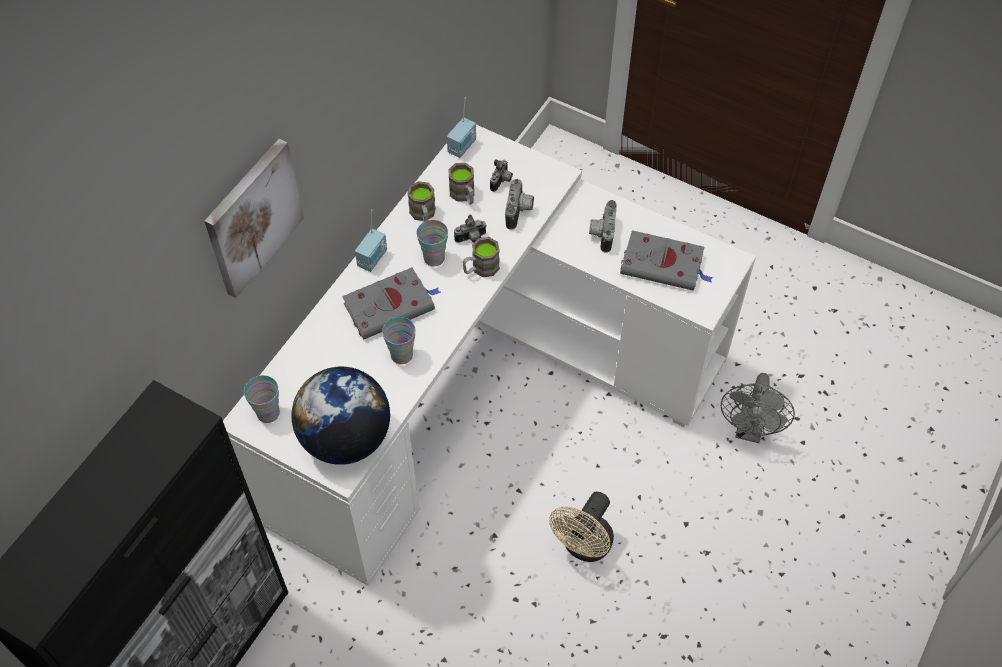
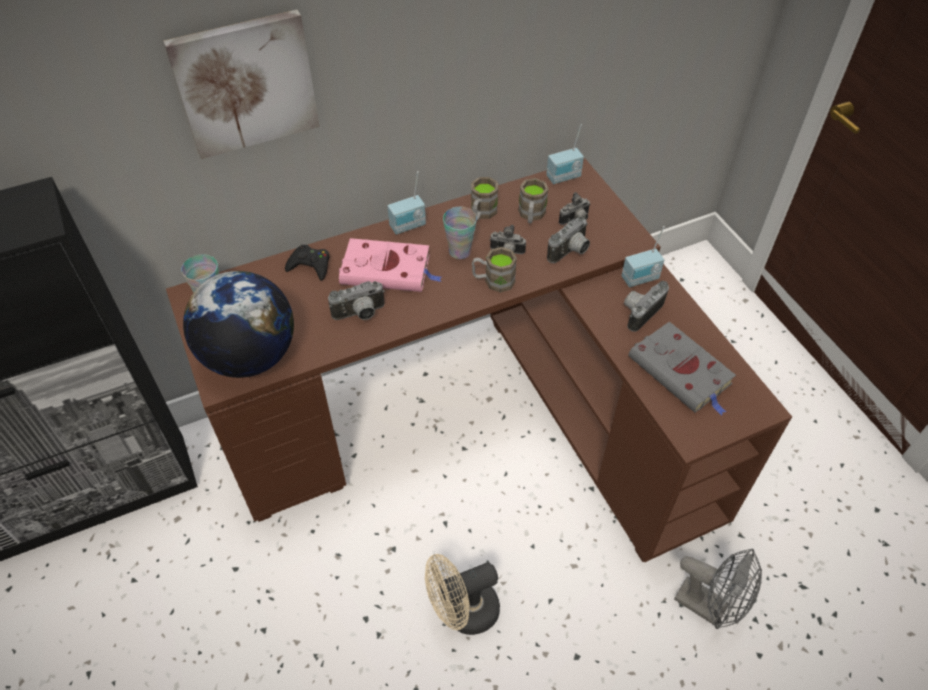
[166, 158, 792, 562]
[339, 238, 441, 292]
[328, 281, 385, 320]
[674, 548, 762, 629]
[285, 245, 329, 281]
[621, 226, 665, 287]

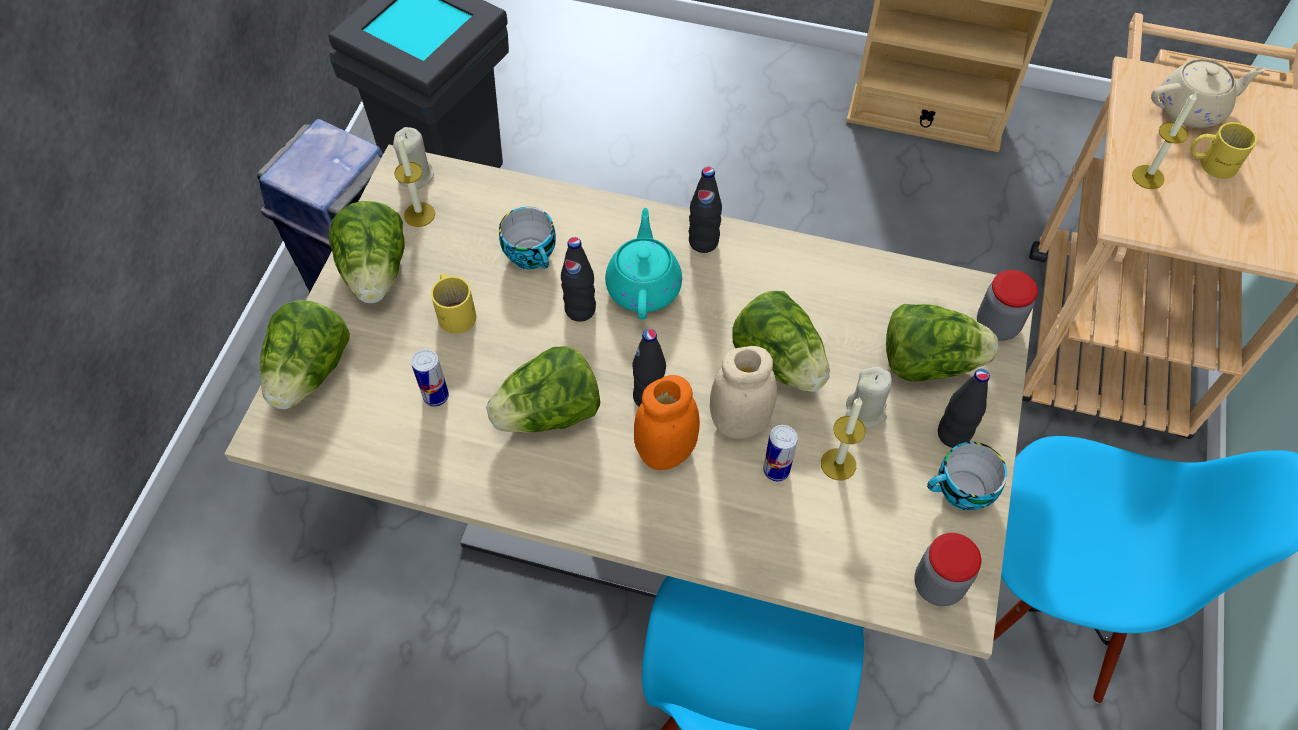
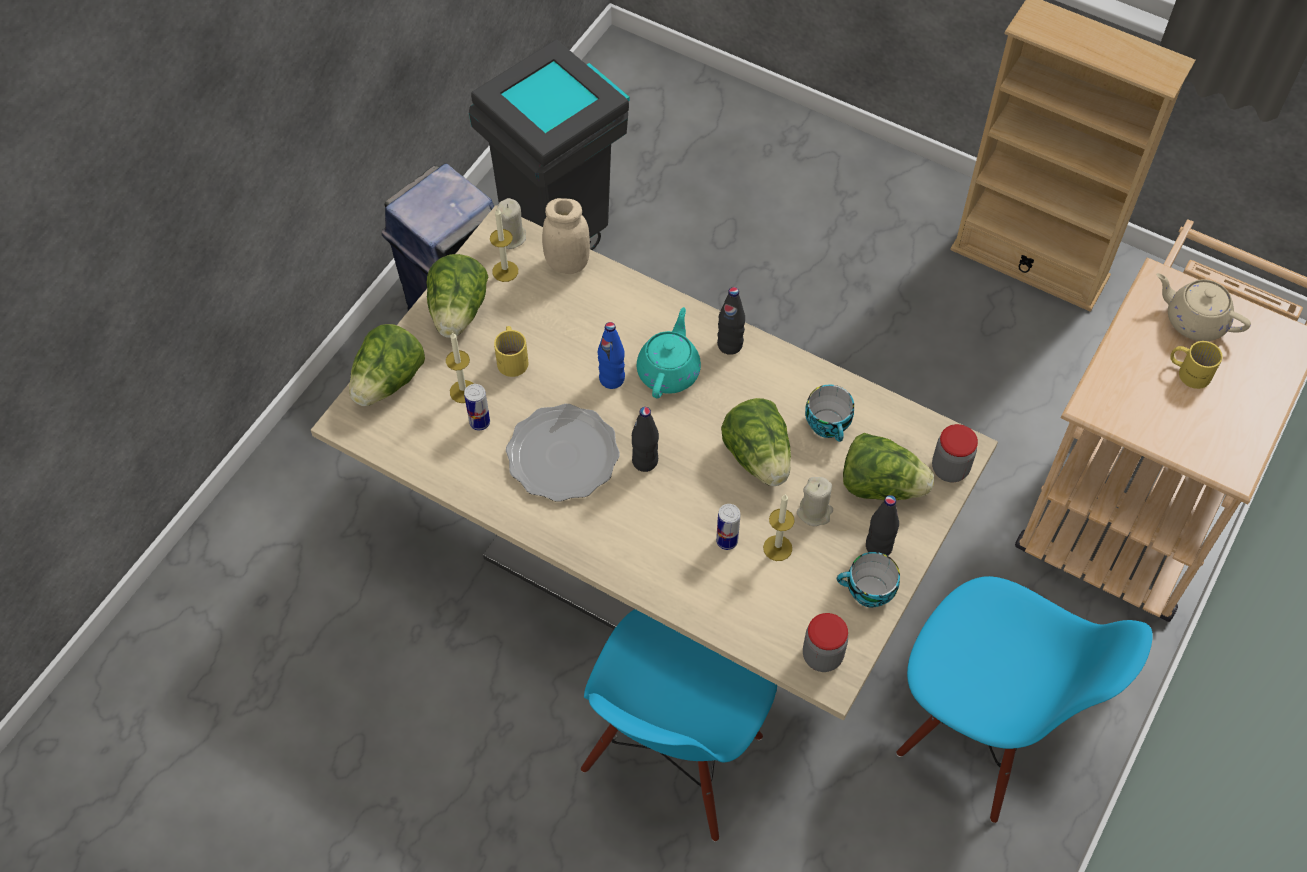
[506, 404, 620, 502]
[805, 384, 854, 442]
[598, 322, 625, 389]
[634, 375, 700, 470] (first image)
[542, 198, 590, 274]
[446, 333, 474, 403]
[1156, 273, 1251, 341]

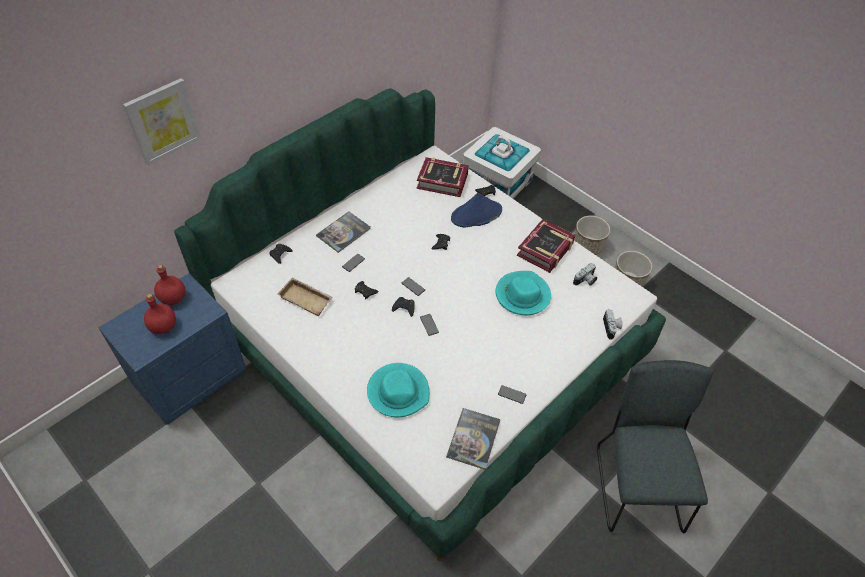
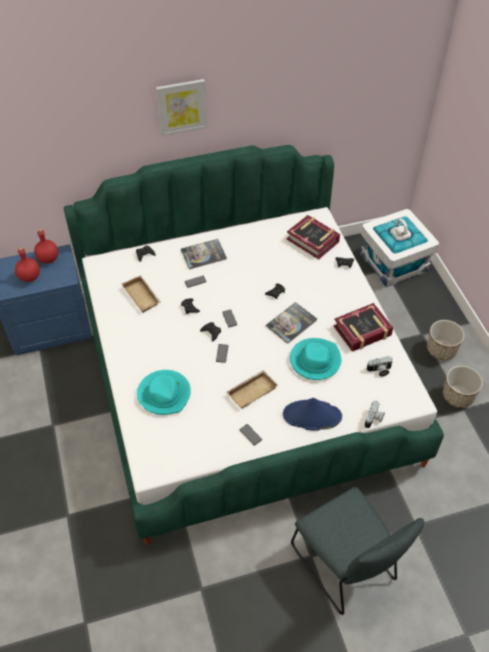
[156, 79, 207, 136]
[266, 302, 317, 344]
[283, 398, 342, 431]
[291, 487, 424, 615]
[227, 370, 278, 409]

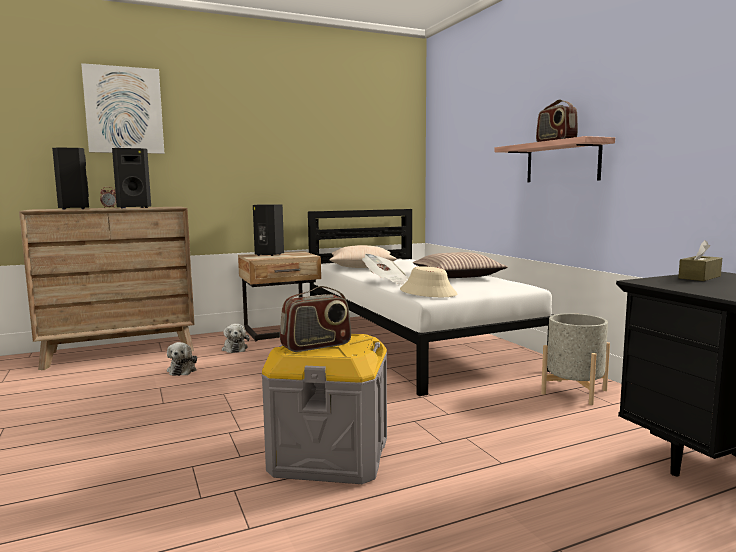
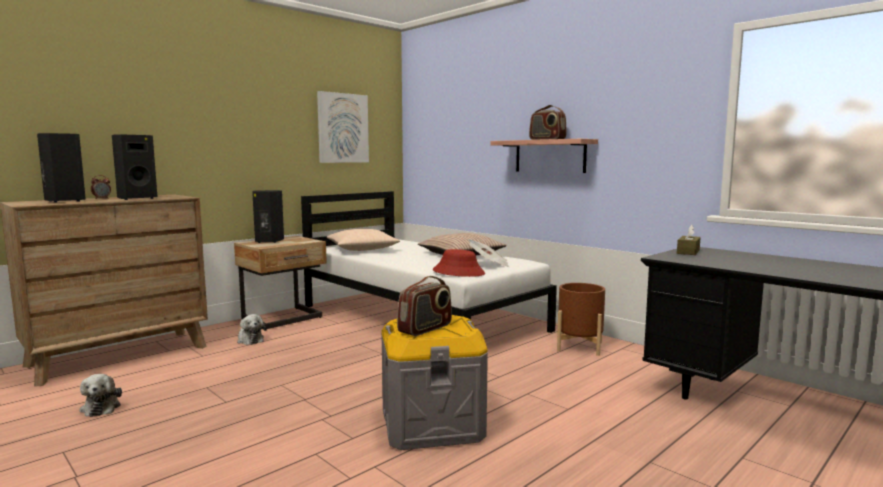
[317, 91, 369, 163]
[79, 374, 122, 417]
[467, 239, 509, 267]
[433, 249, 485, 277]
[557, 283, 605, 356]

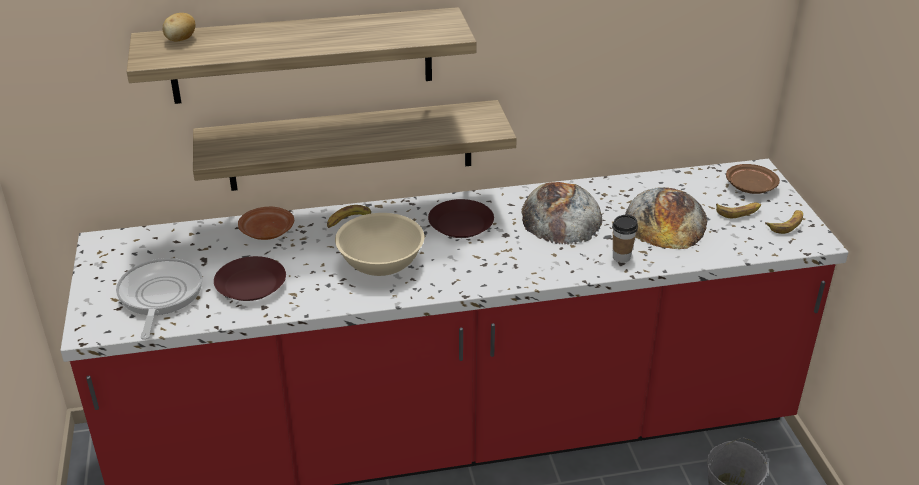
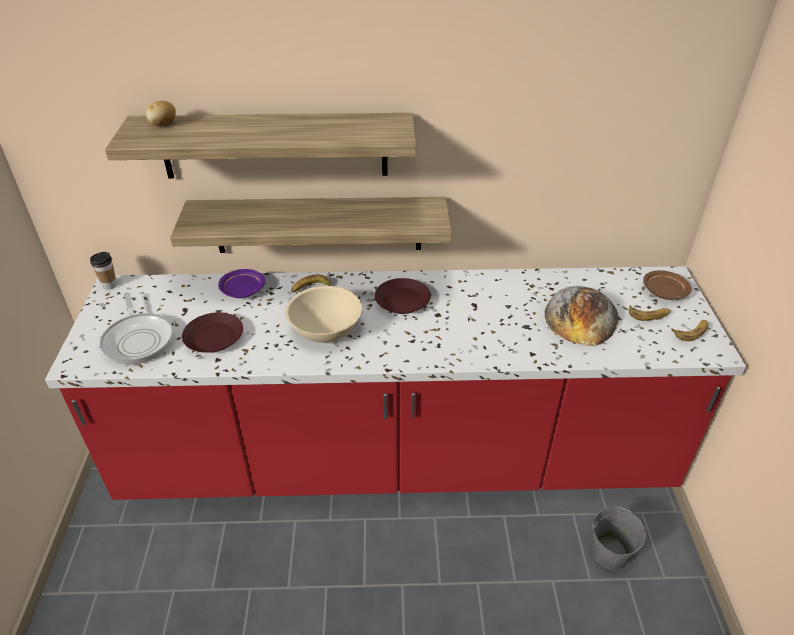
[100, 292, 173, 365]
[218, 269, 265, 298]
[522, 182, 602, 245] (first image)
[90, 252, 117, 290]

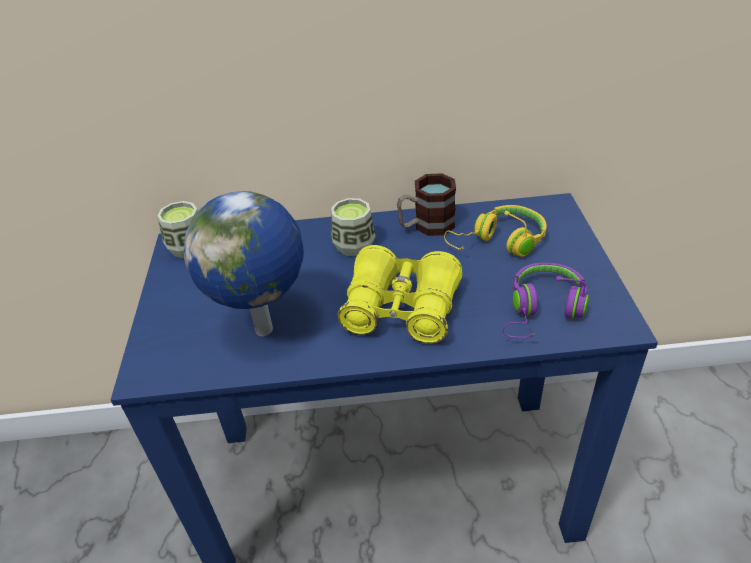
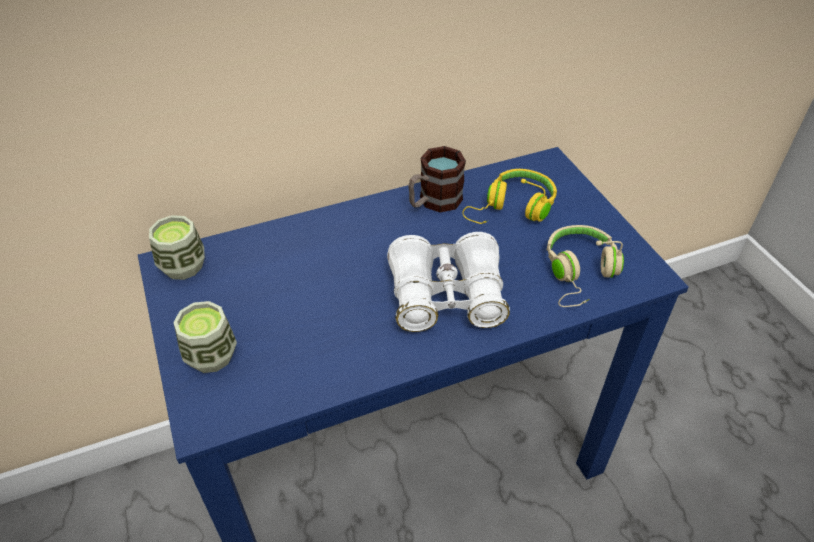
[184, 191, 304, 336] (first image)
[173, 301, 237, 373]
[387, 232, 510, 332]
[547, 225, 624, 307]

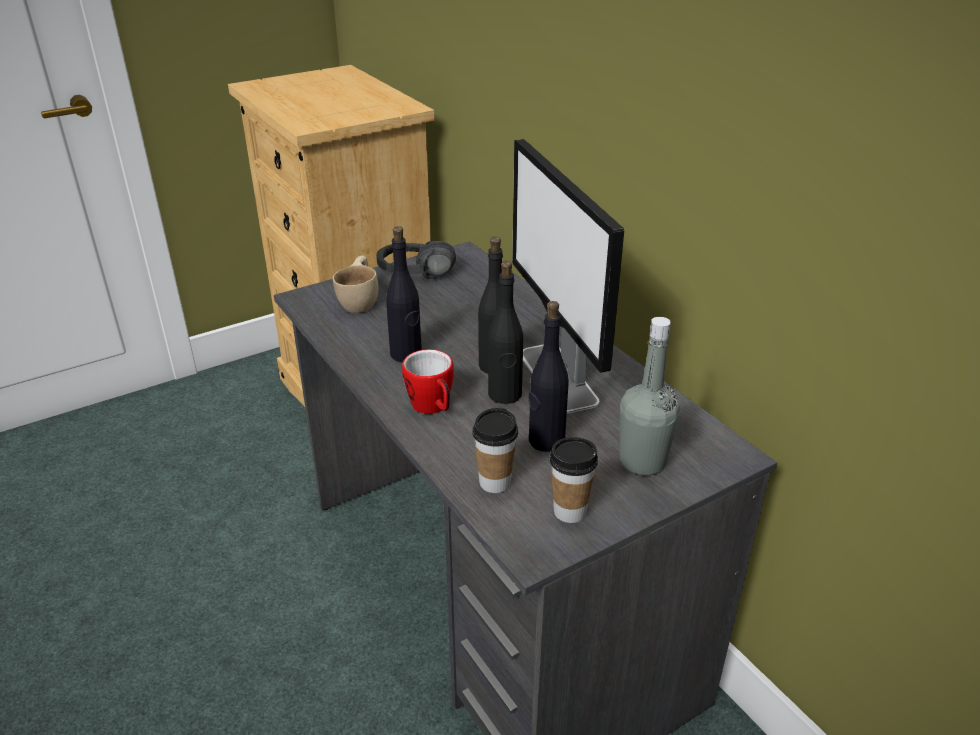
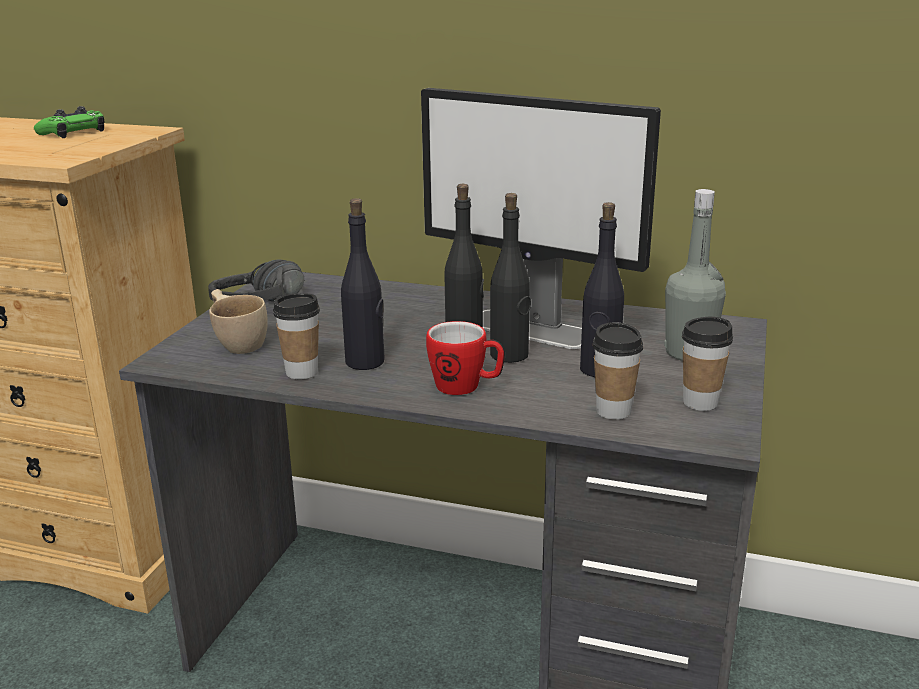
[34, 106, 104, 138]
[273, 293, 320, 379]

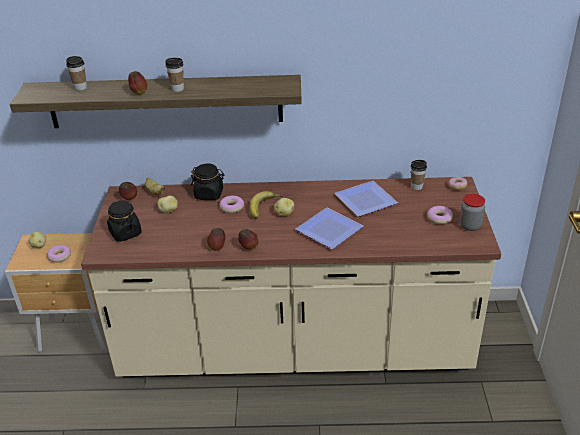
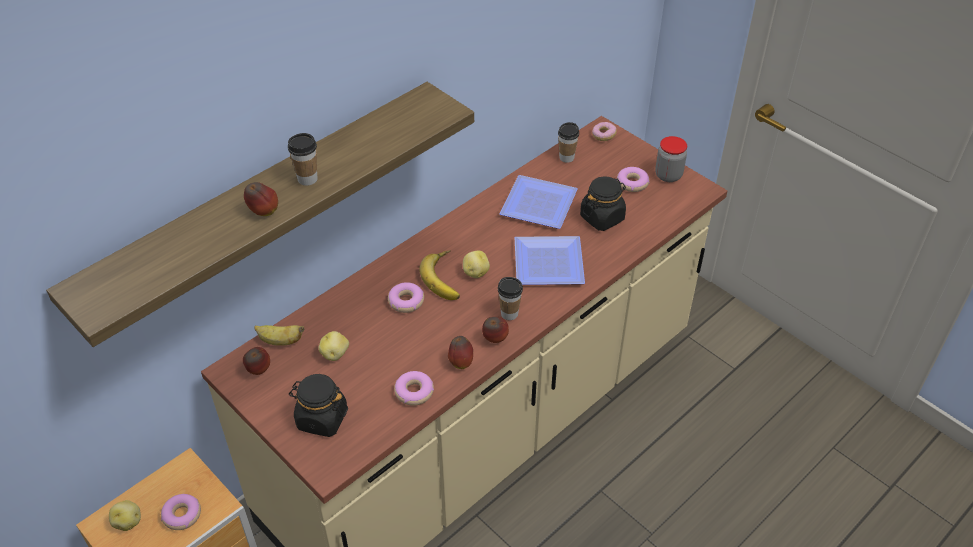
[498, 277, 523, 320]
[580, 176, 626, 231]
[394, 371, 434, 406]

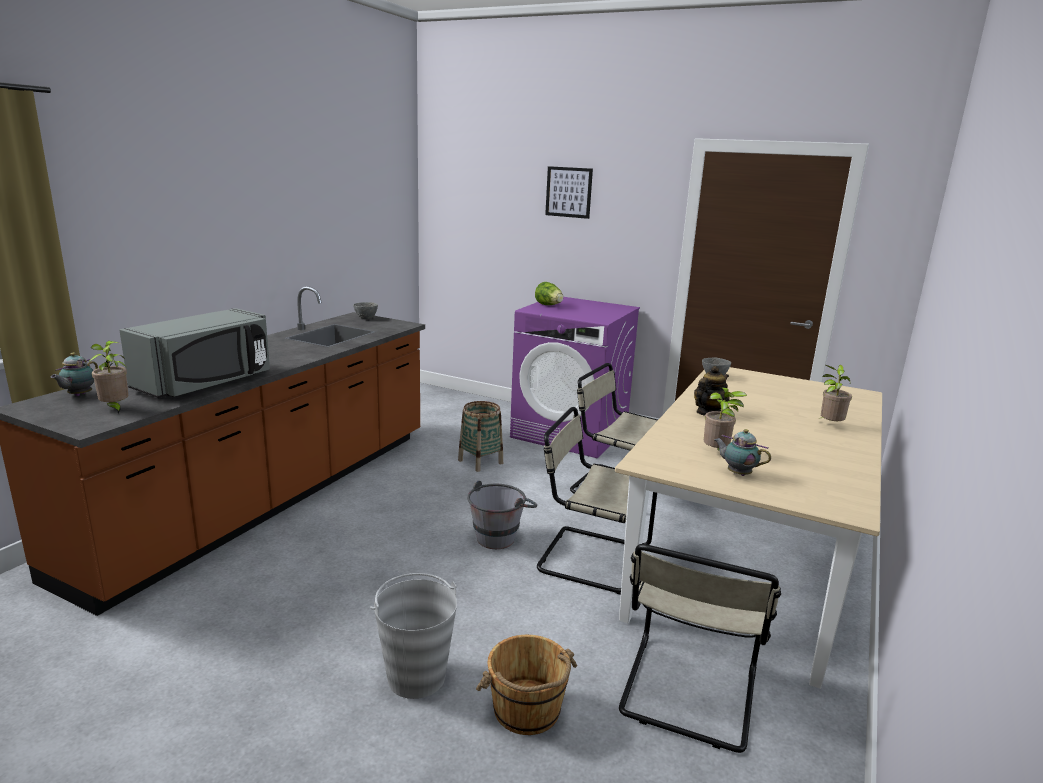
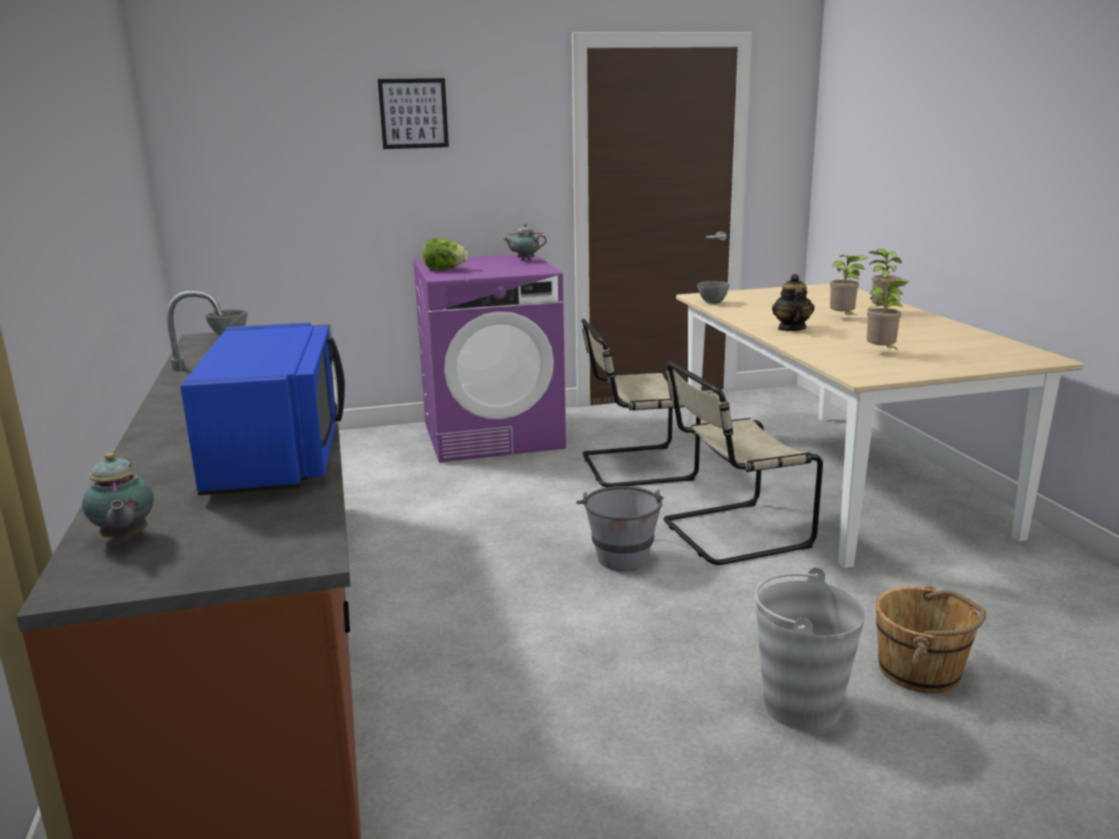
[830, 255, 868, 317]
[180, 322, 345, 496]
[458, 401, 503, 472] (first image)
[619, 544, 781, 753] (first image)
[503, 224, 547, 261]

